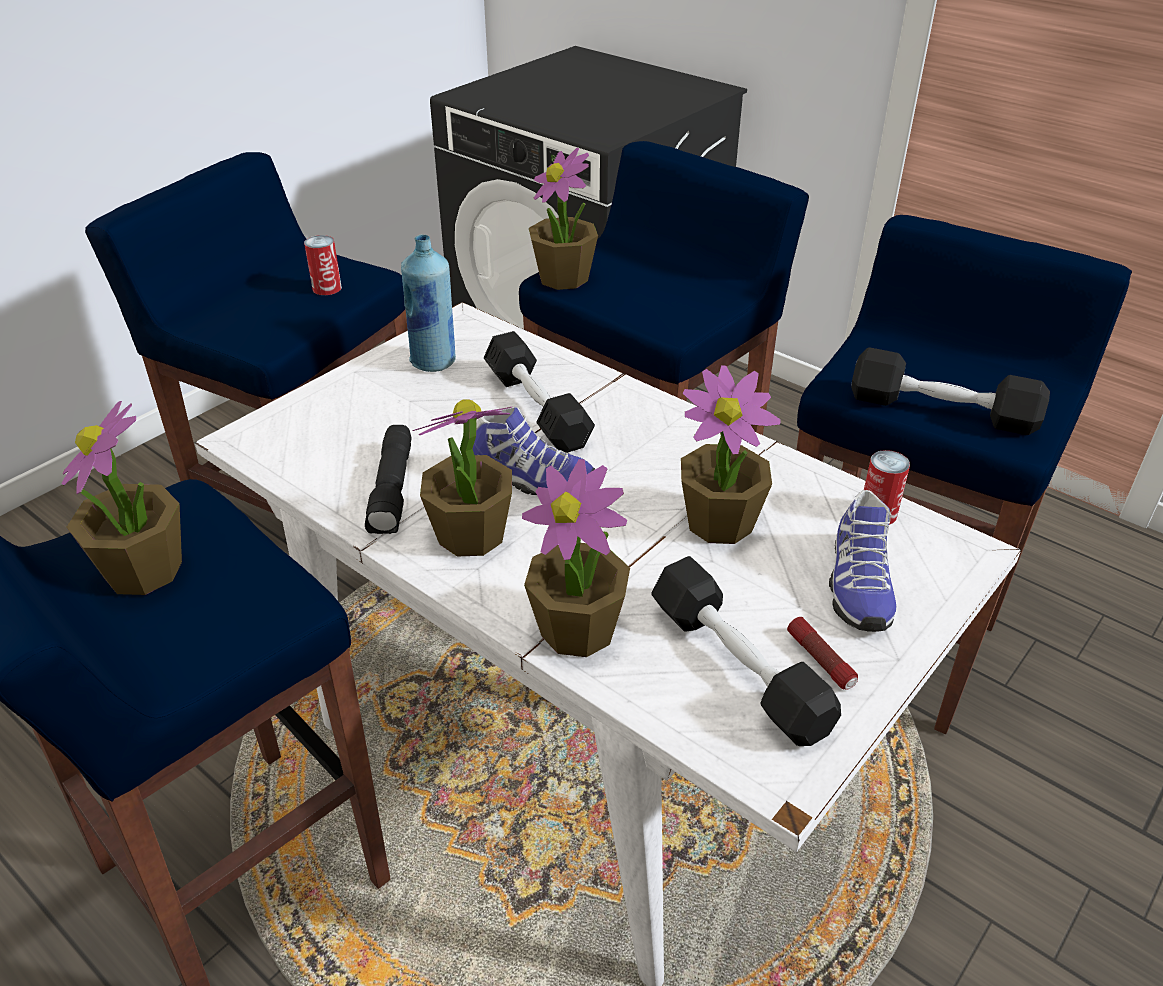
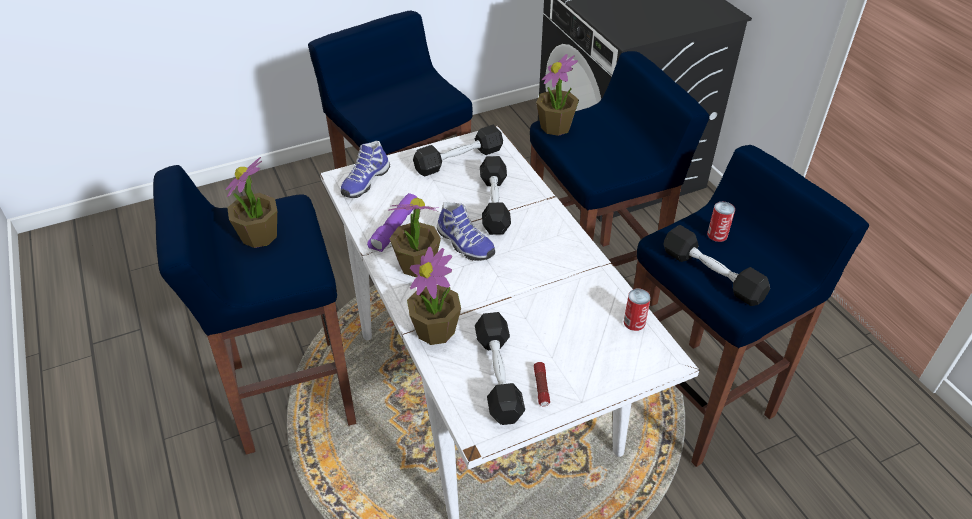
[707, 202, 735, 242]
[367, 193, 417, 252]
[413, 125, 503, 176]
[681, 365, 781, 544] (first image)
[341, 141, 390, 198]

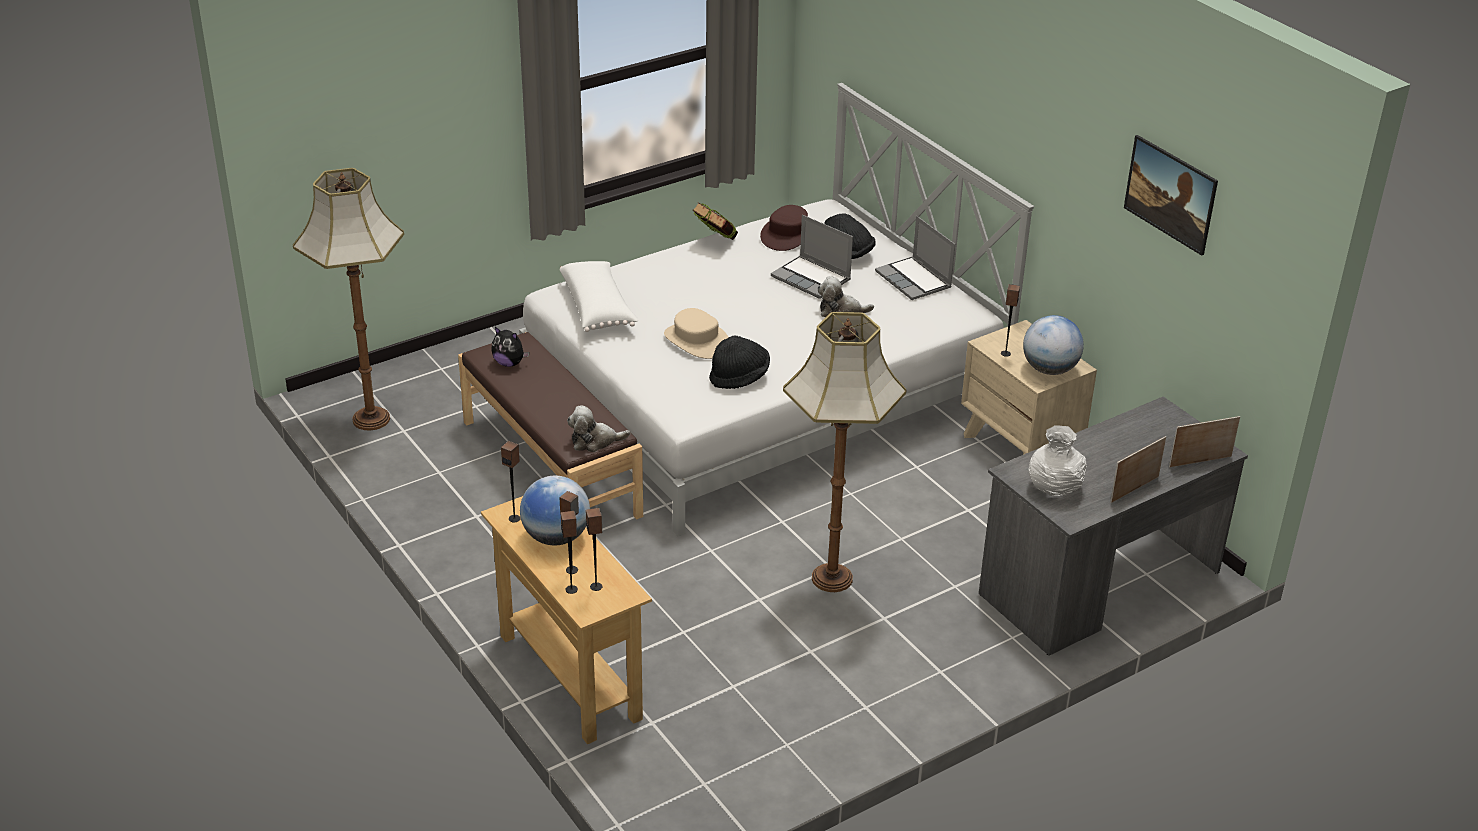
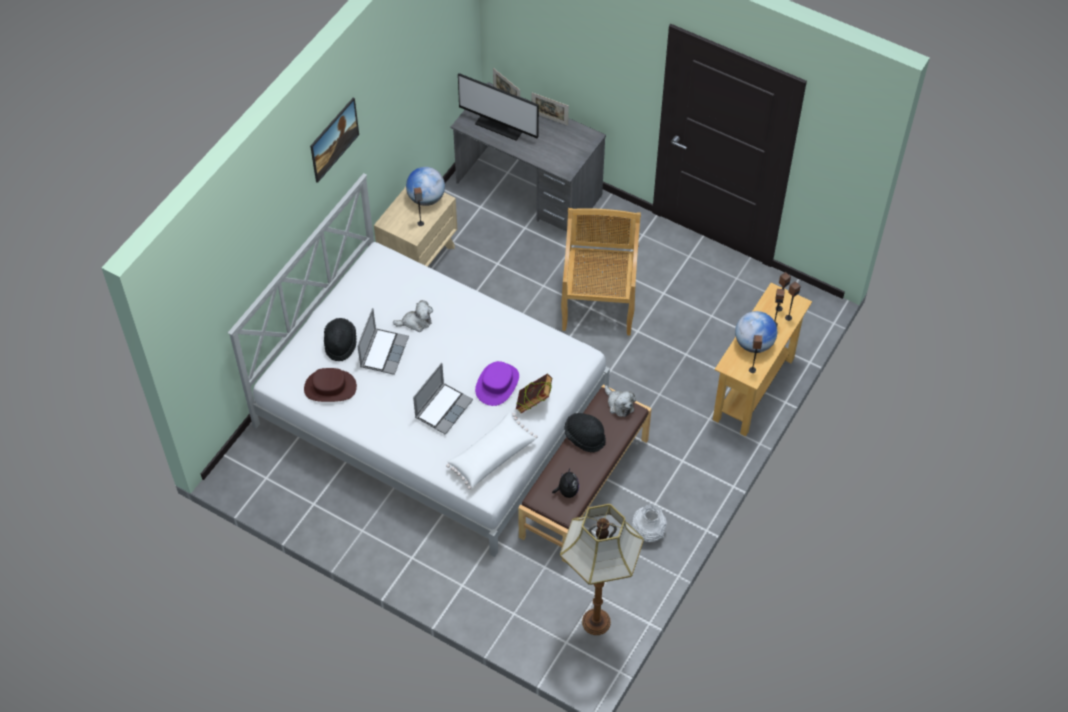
[475, 361, 519, 406]
[516, 374, 552, 414]
[564, 413, 606, 452]
[561, 208, 641, 336]
[393, 300, 433, 332]
[413, 363, 473, 435]
[632, 504, 667, 542]
[310, 98, 359, 183]
[458, 73, 539, 141]

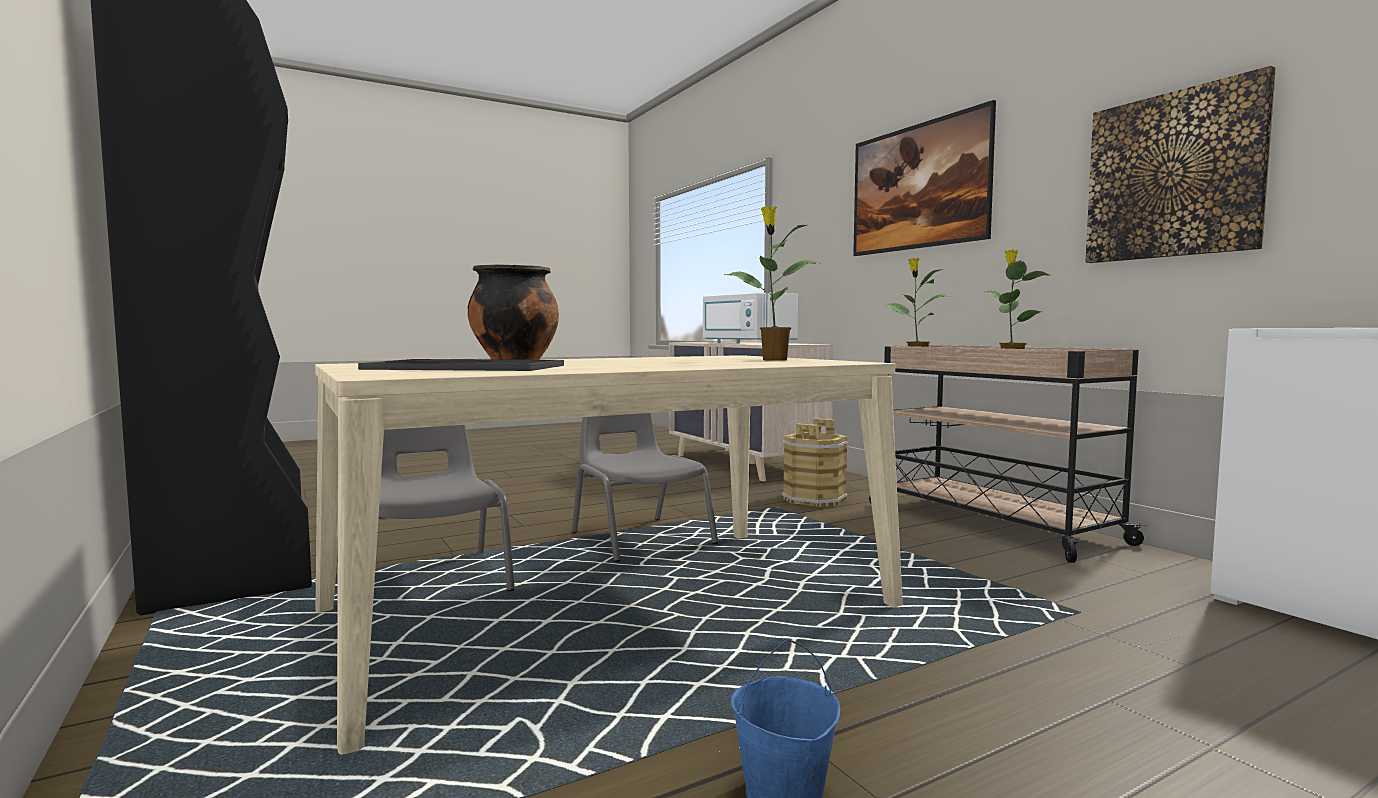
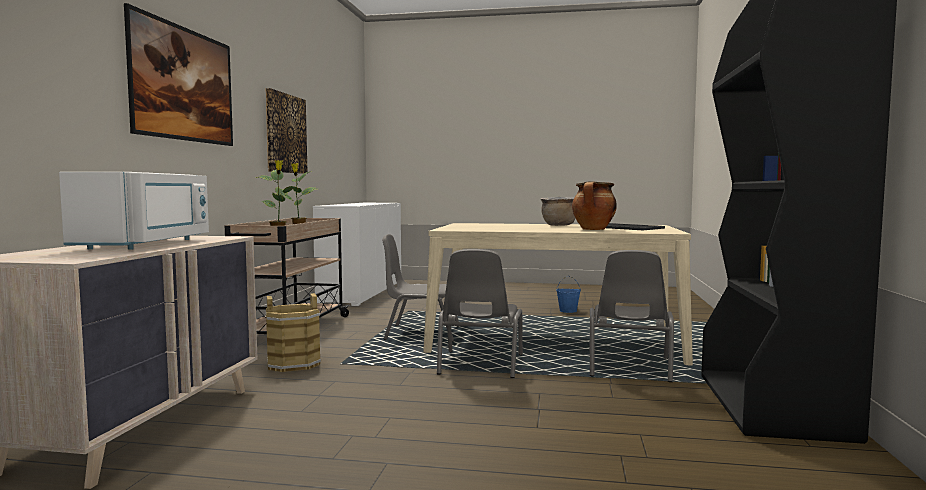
[724, 206, 820, 361] (first image)
[382, 234, 459, 342]
[541, 197, 575, 226]

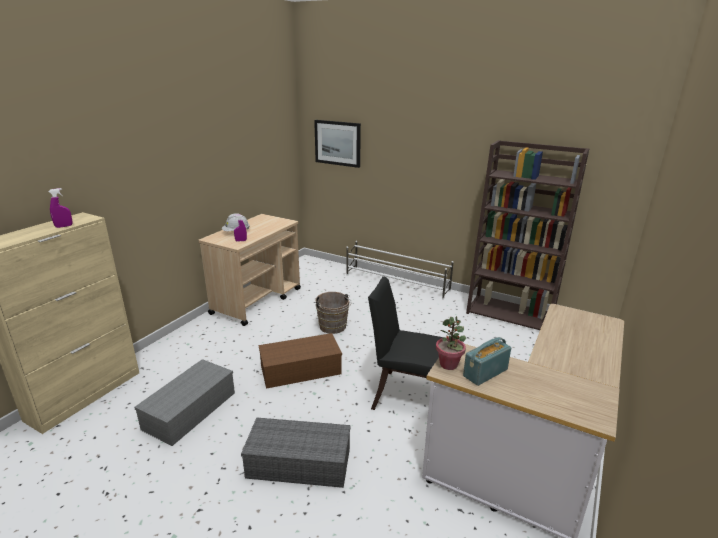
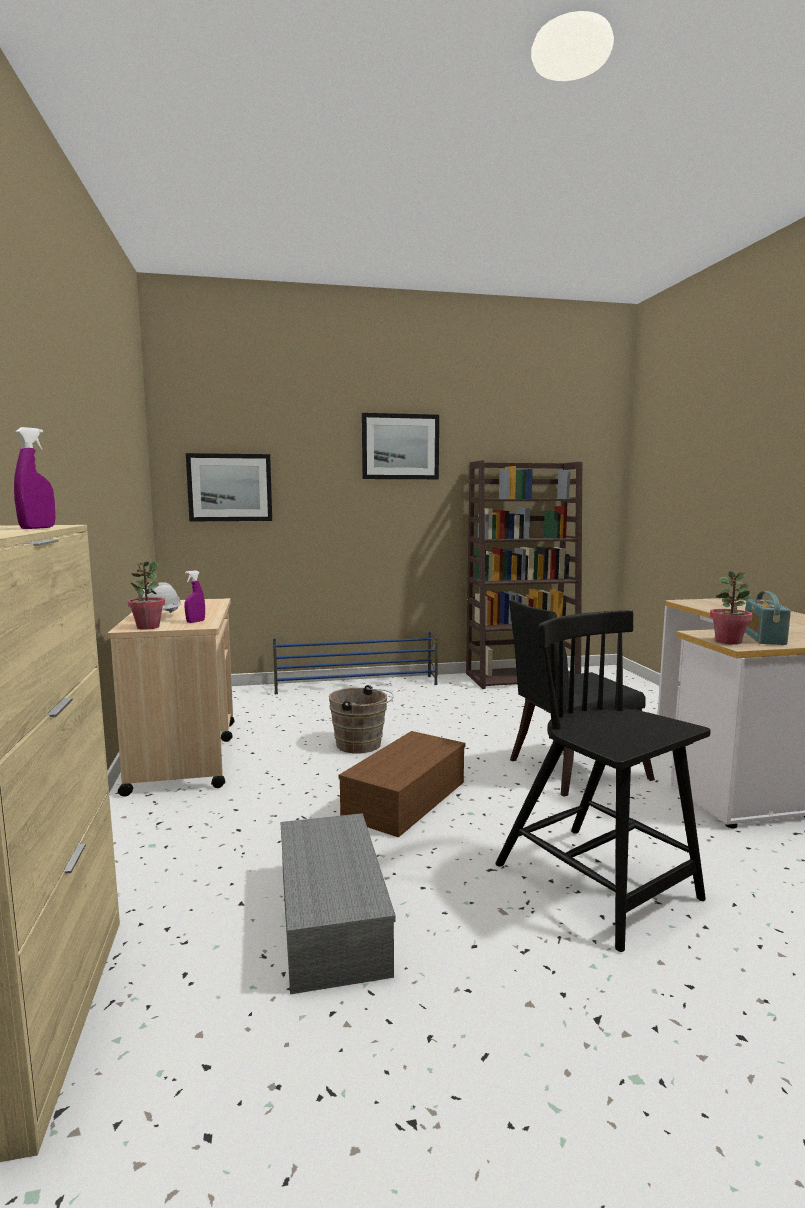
[496, 610, 711, 952]
[273, 632, 438, 694]
[128, 562, 165, 630]
[362, 413, 439, 479]

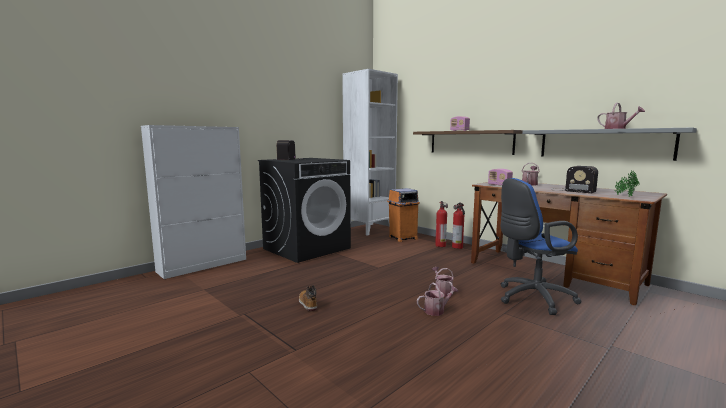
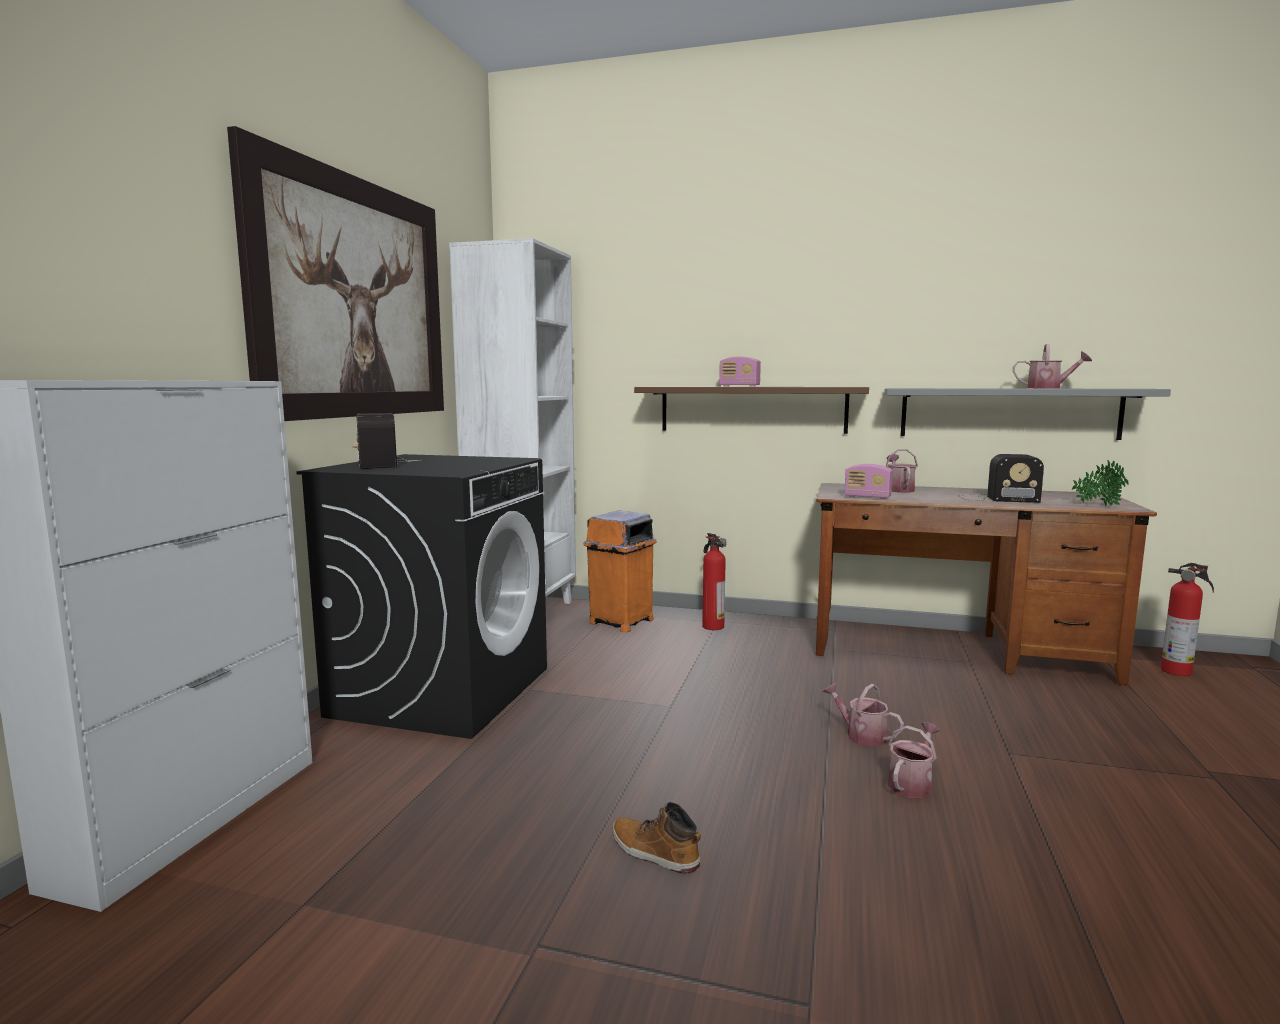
[1161, 563, 1214, 676]
[501, 178, 582, 315] (first image)
[227, 126, 444, 421]

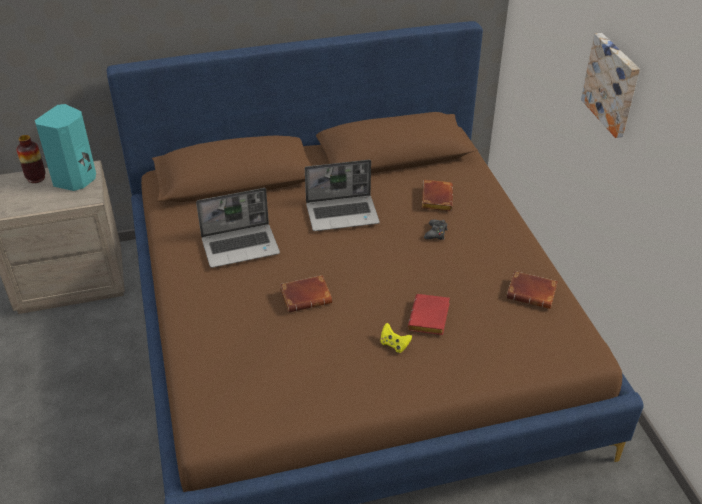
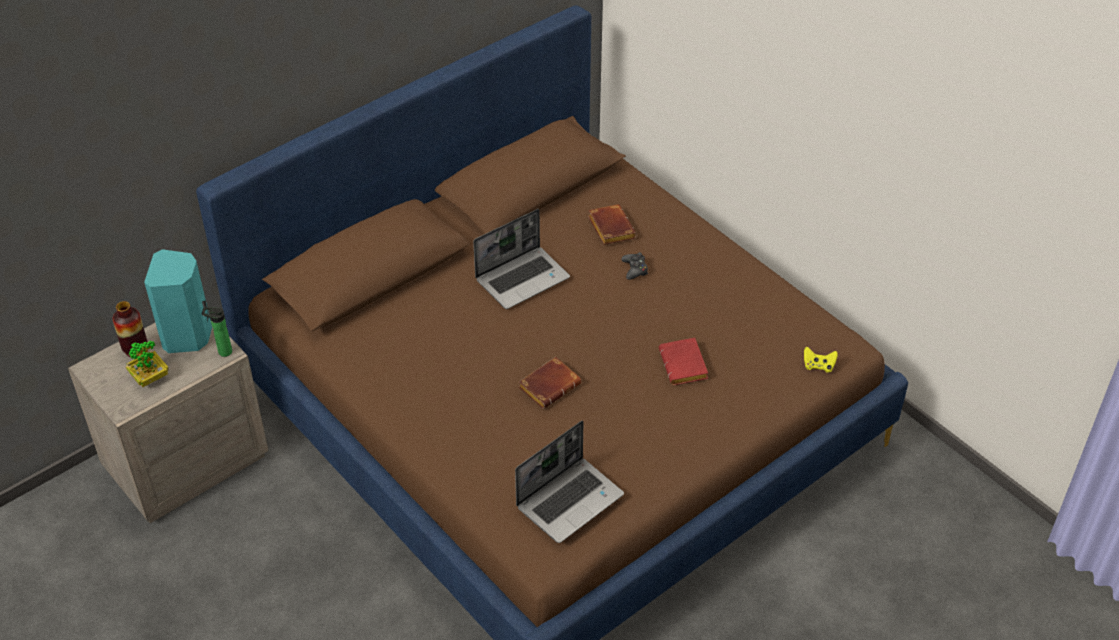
[515, 420, 624, 543]
[804, 347, 838, 373]
[506, 271, 558, 309] (first image)
[581, 33, 640, 138] (first image)
[126, 341, 169, 387]
[203, 307, 232, 357]

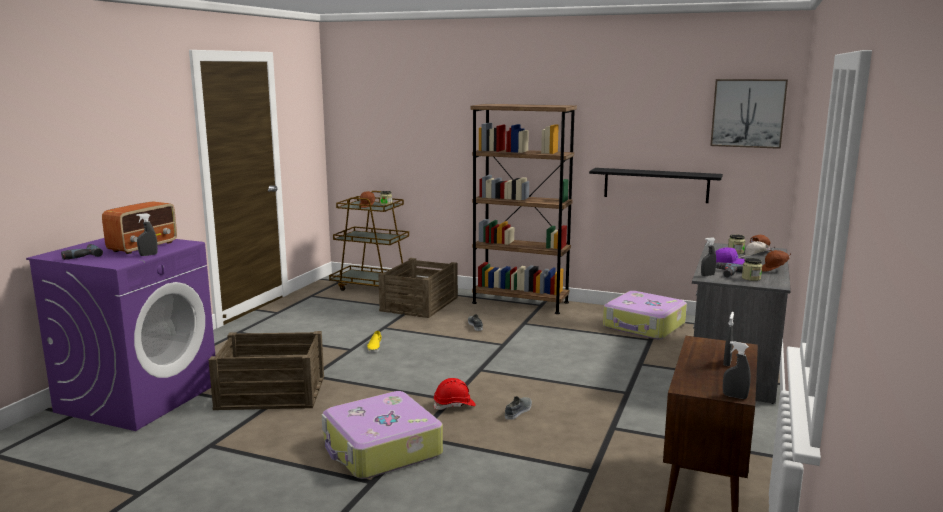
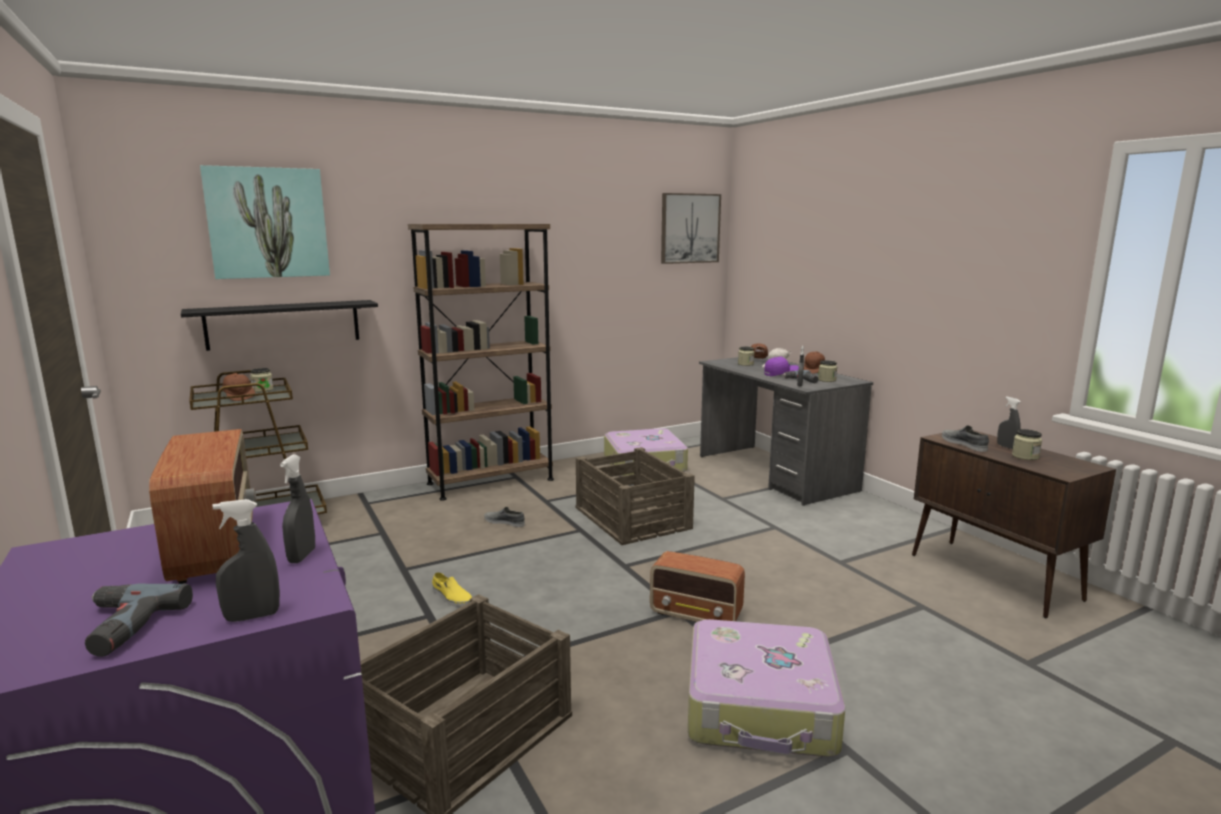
[576, 447, 695, 545]
[650, 551, 745, 622]
[942, 425, 989, 452]
[181, 300, 378, 351]
[213, 499, 280, 622]
[200, 165, 330, 279]
[1012, 429, 1042, 460]

